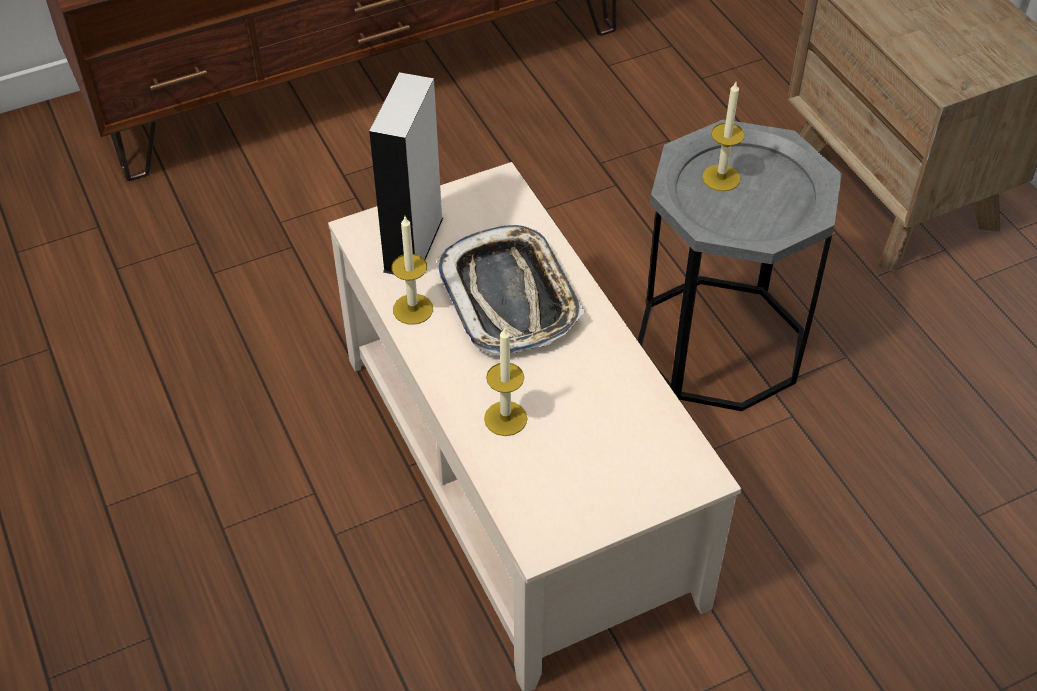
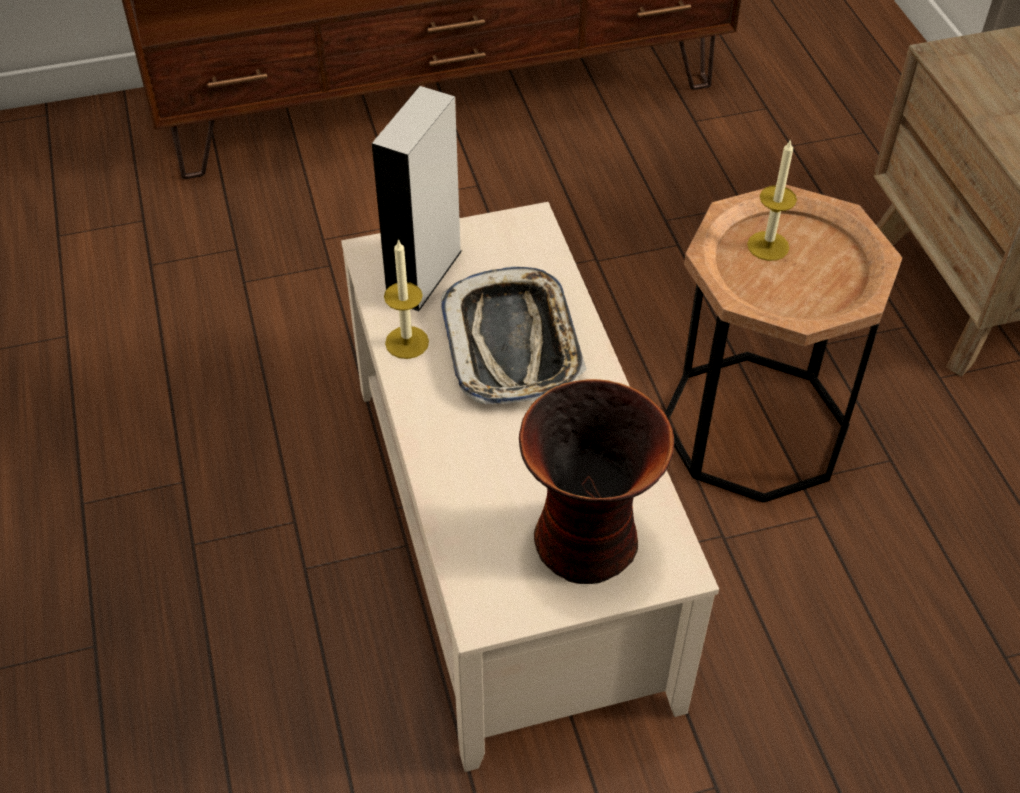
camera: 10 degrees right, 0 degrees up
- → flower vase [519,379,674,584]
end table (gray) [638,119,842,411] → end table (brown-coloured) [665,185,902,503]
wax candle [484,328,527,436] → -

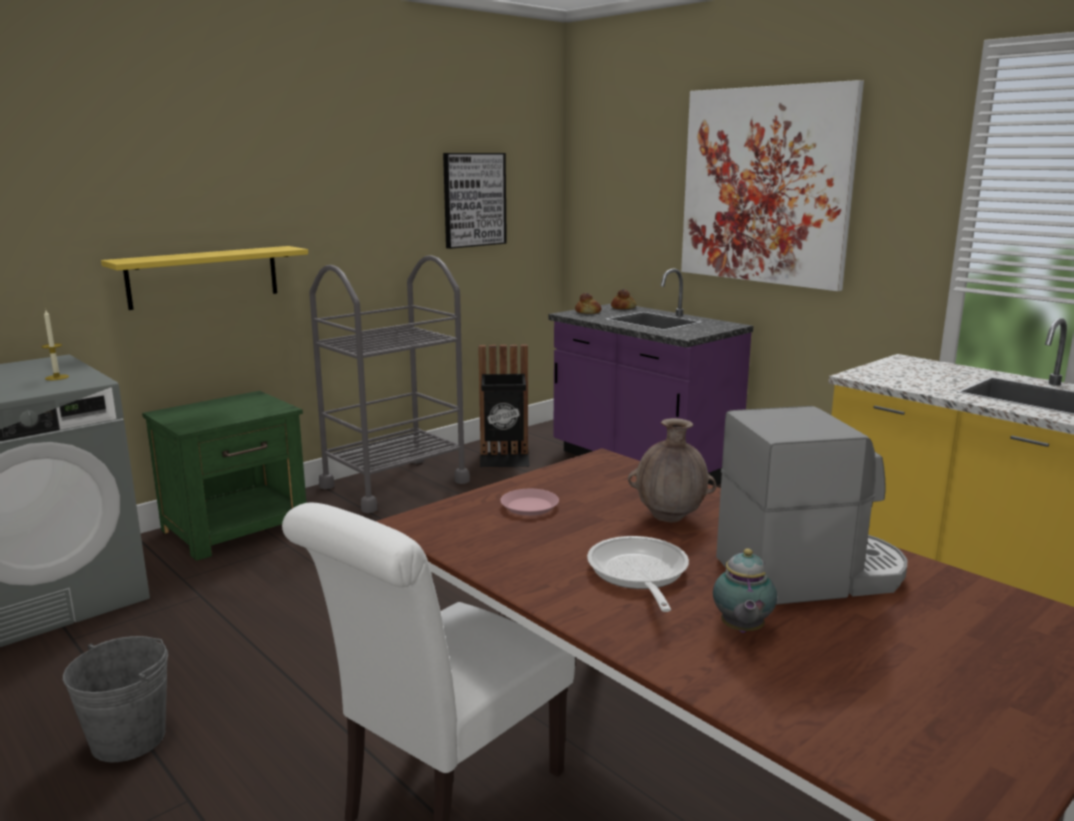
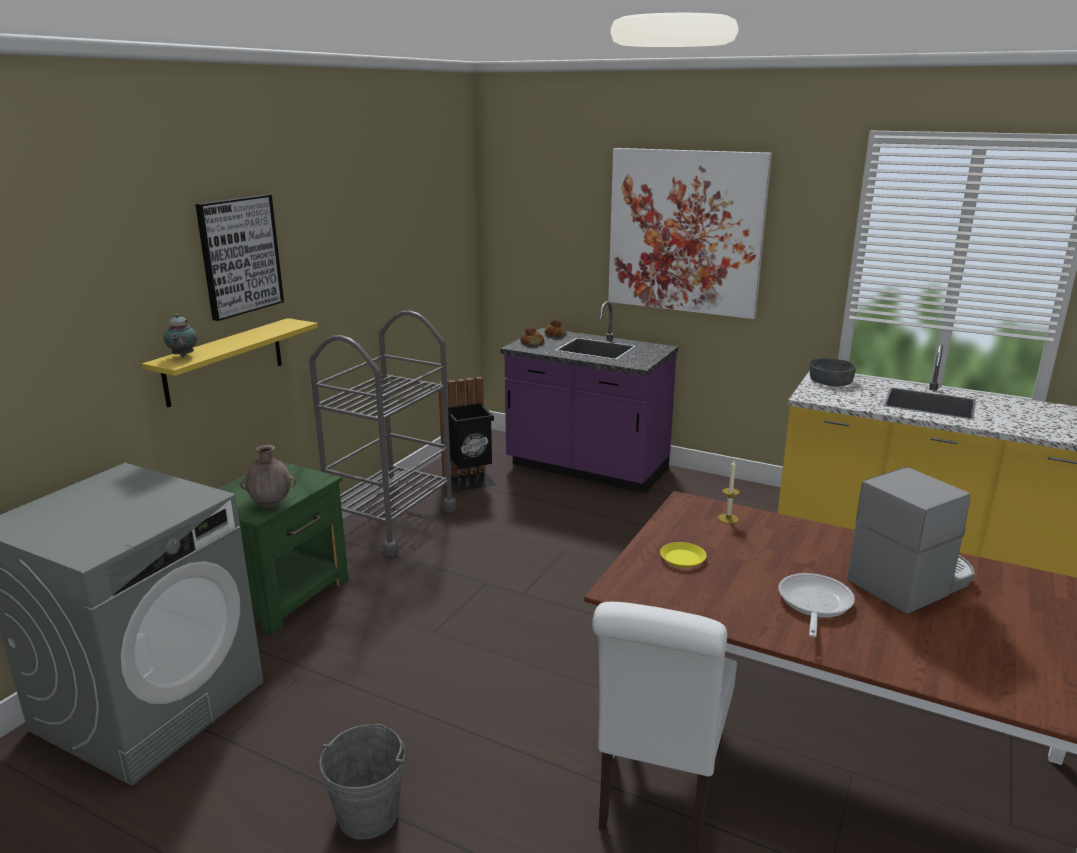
camera: 20 degrees left, 5 degrees up
tea pot [713,548,777,633] → tea pot [164,314,197,357], shifted
wall picture [443,153,507,249] → wall picture [195,194,284,321], shifted
flower vase (brown-coloured) [628,418,717,522] → flower vase (brown-coloured) [240,445,296,508], shifted
dinner plate (pinkish) [500,489,559,516] → dinner plate (yellow) [660,542,707,568]
wax candle [41,310,69,380] → wax candle [718,460,740,524], shifted
pan [587,536,689,612] → pan [779,573,855,637], 45 degrees clockwise
- → bowl (gray) [809,358,856,386]

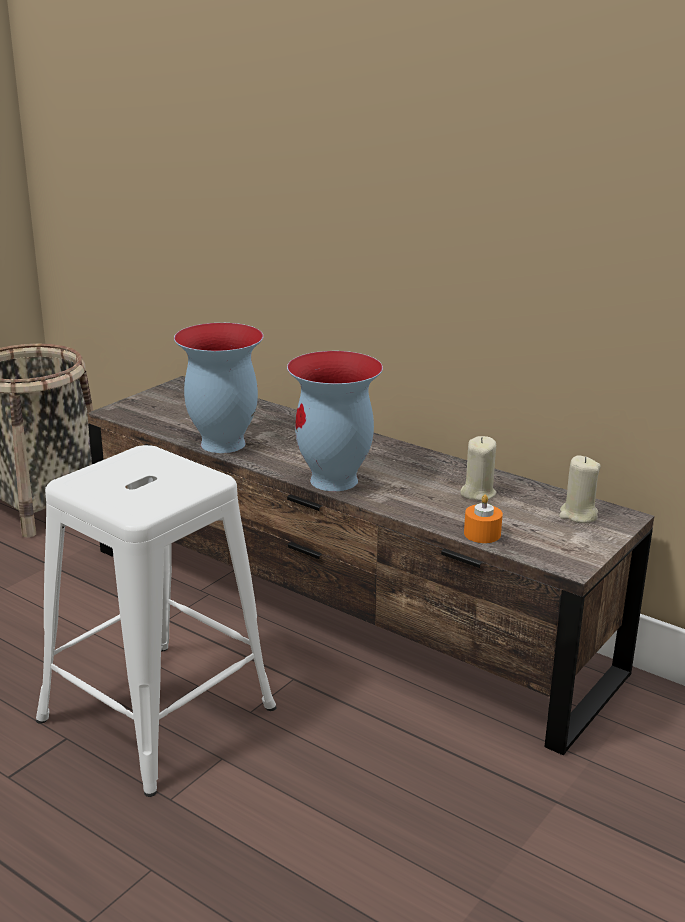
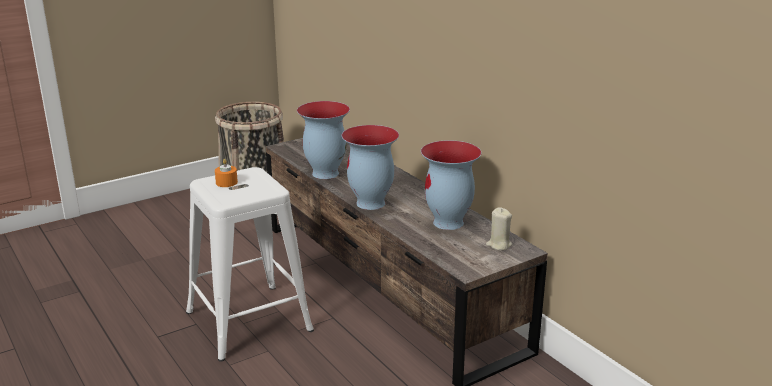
camera: 20 degrees right, 0 degrees up
wax candle (orangey) [464,494,503,543] → wax candle (orangey) [215,159,238,187], shifted
wax candle (beige) [460,436,496,501] → flower vase [421,140,481,230]

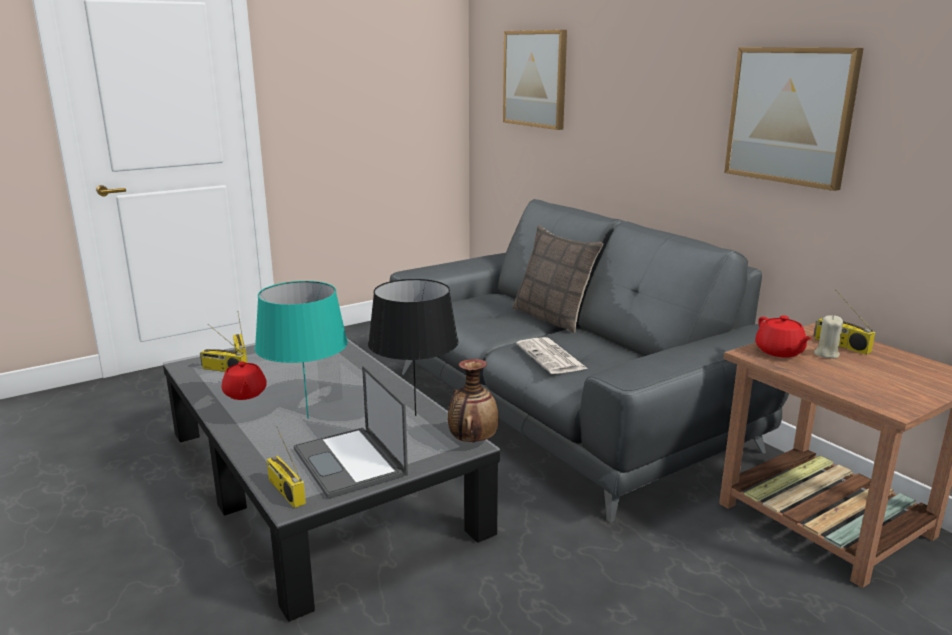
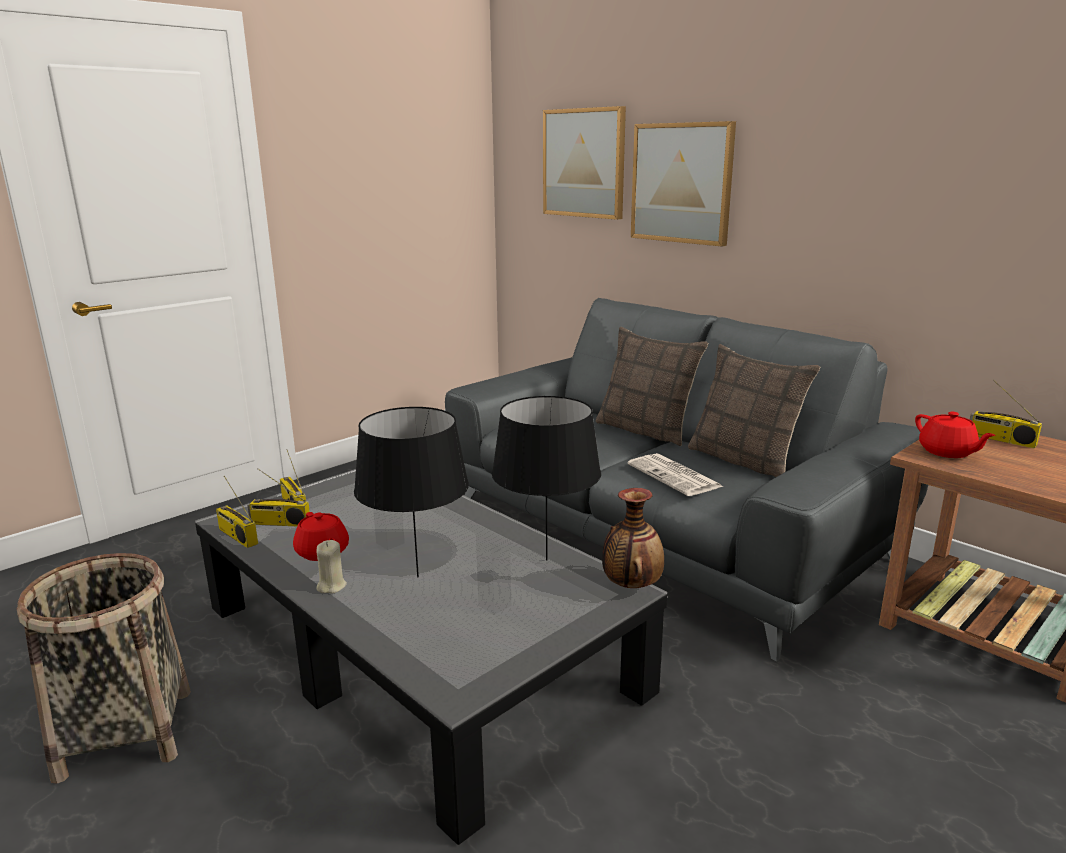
camera: 10 degrees left, 0 degrees up
- → household basket [17,553,191,783]
radio set [267,426,306,508] → radio set [216,476,258,548], shifted
wax candle (beige) [814,315,843,359] → wax candle (beige) [316,540,347,593], shifted
lamp for a table (blue-green) [255,281,348,419] → lamp for a table (black-coloured) [354,407,469,577]
wall picture [724,47,864,191] → wall picture [631,121,736,247], shifted
- → cushion [688,344,820,477]
laptop [294,365,408,499] → -

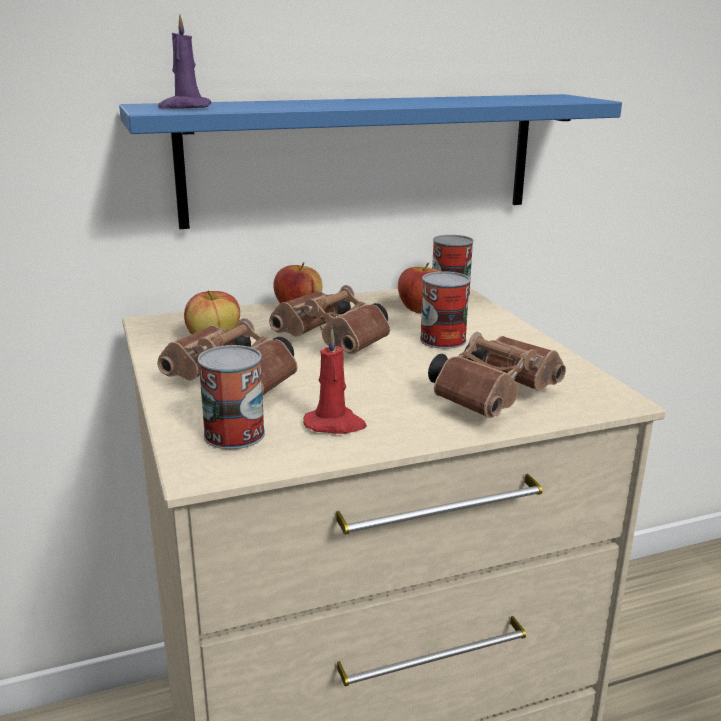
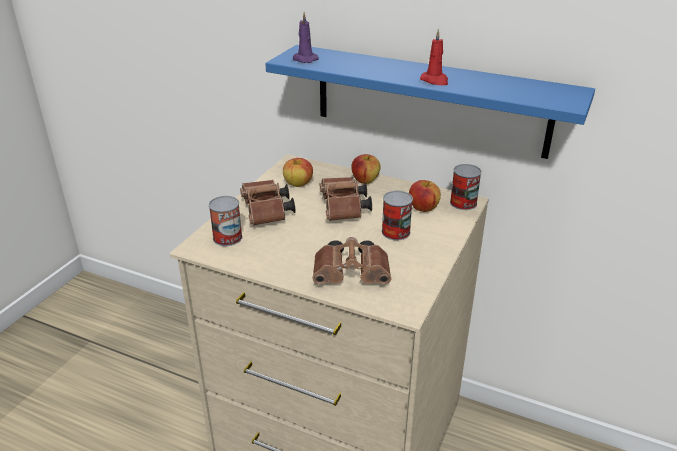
camera: 45 degrees right, 10 degrees up
wax candle (red-coloured) [303,329,367,434] → wax candle (red-coloured) [420,29,448,86], shifted

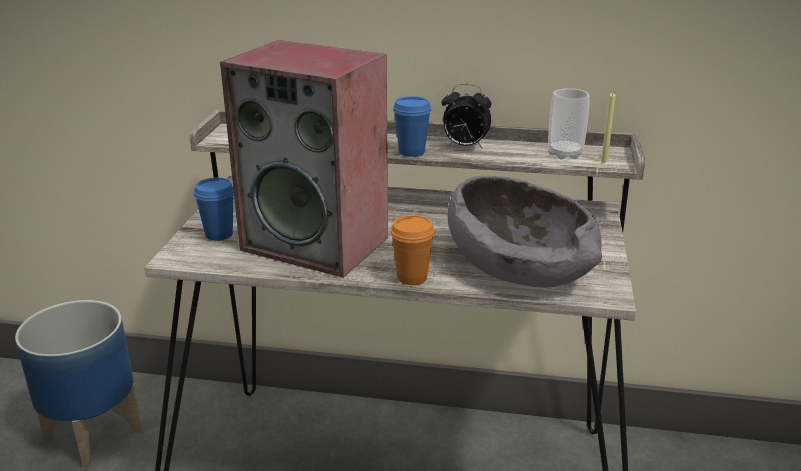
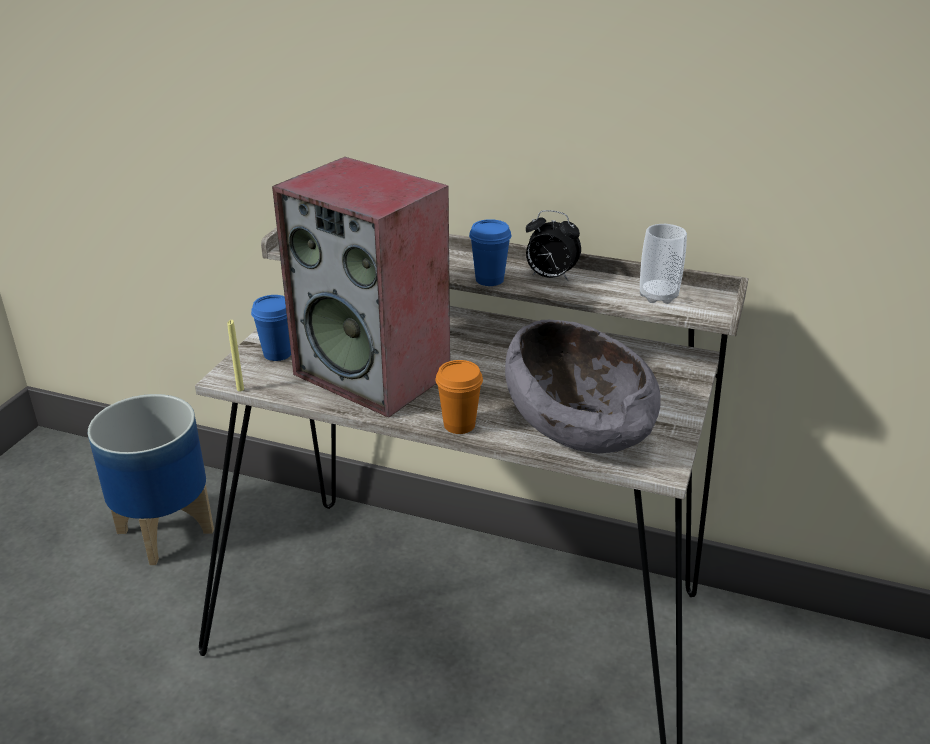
camera: 10 degrees right, 5 degrees up
wax candle (yellow) [601,93,616,162] → wax candle (yellow) [227,320,244,391], shifted

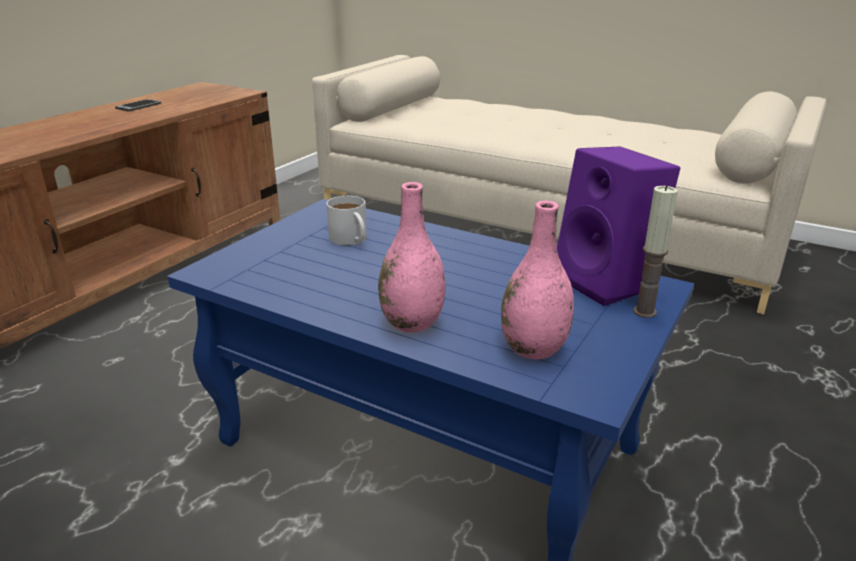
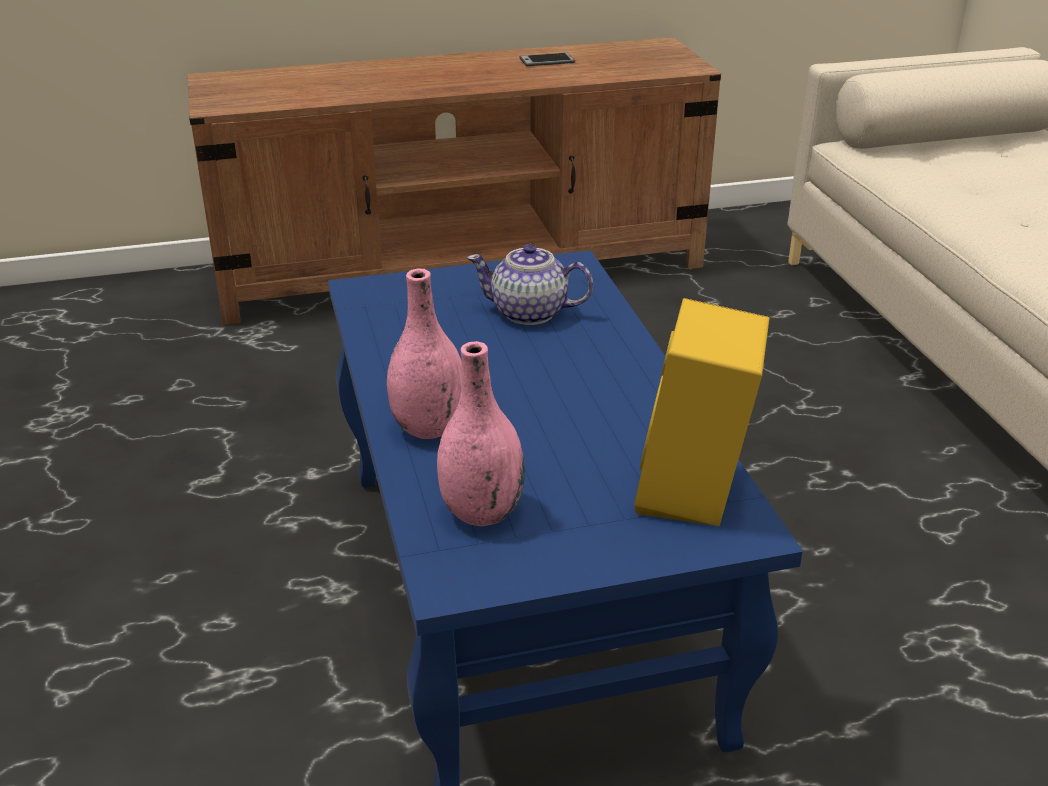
camera: 45 degrees right, 5 degrees up
tea mug (white) [326,196,367,245] → tea pot [467,244,593,325]
loudspeaker (purple-coloured) [557,147,680,306] → loudspeaker (yellow) [634,298,770,526]
wax candle [633,185,678,318] → -

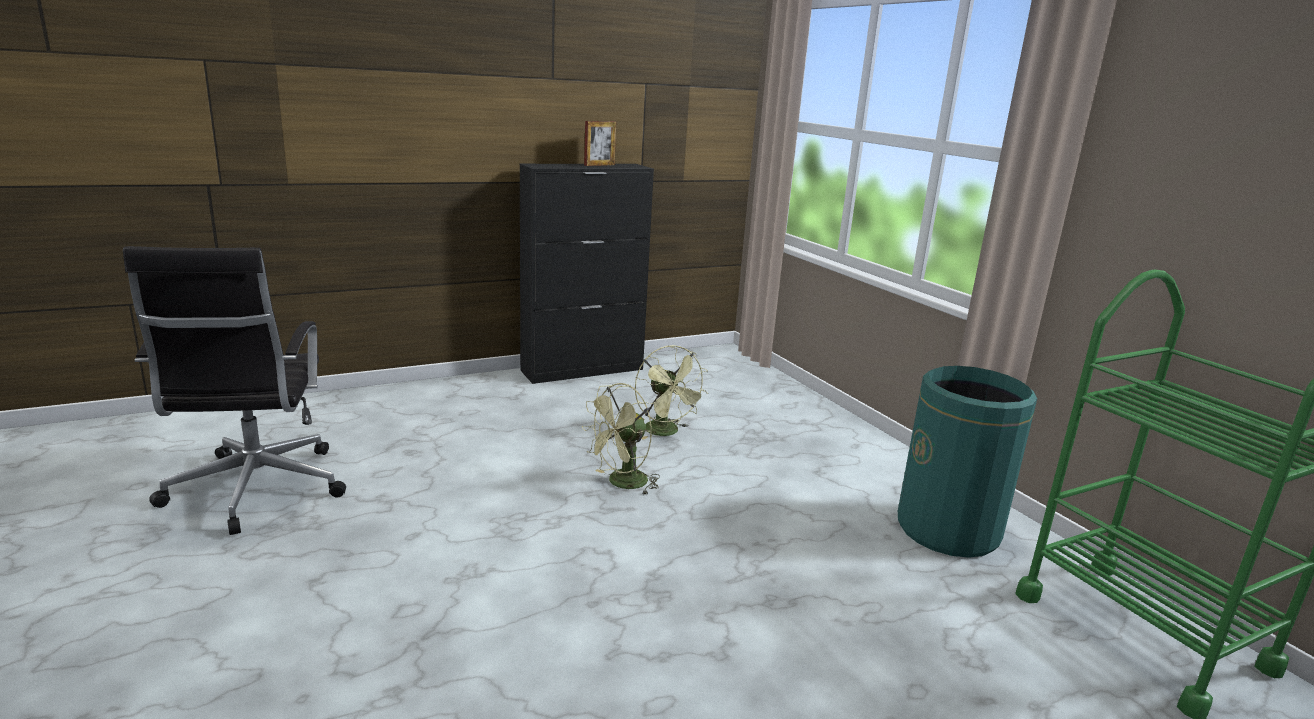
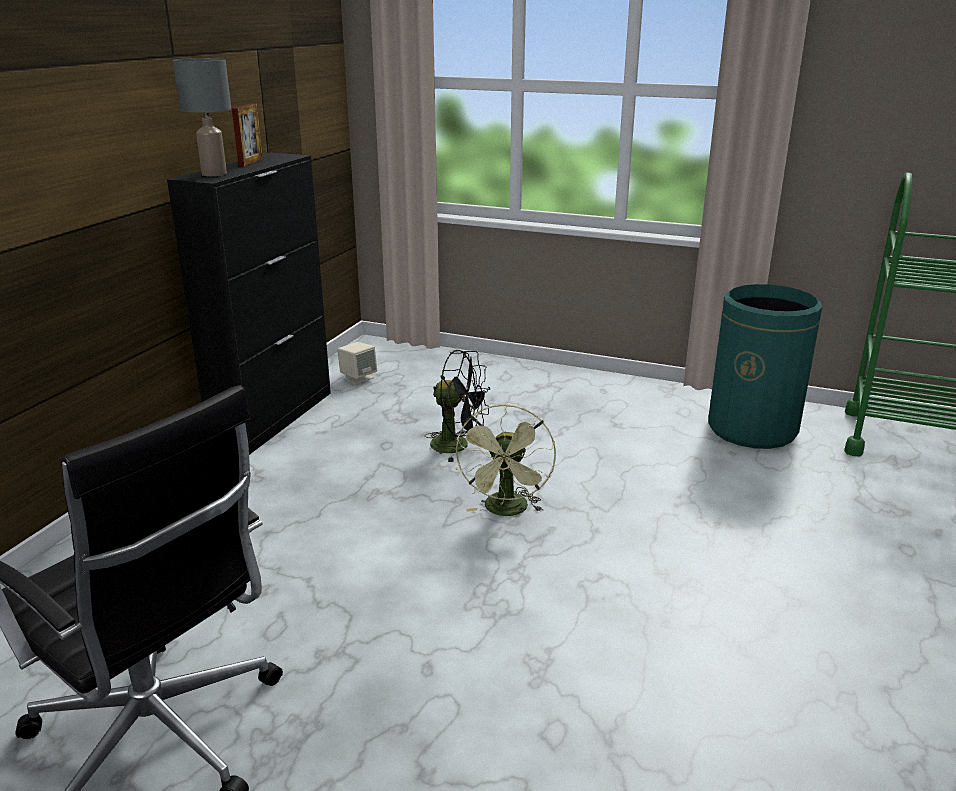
camera: 40 degrees left, 5 degrees up
- → lamp for a table (gray) [173,58,231,176]
- → loudspeaker (beige) [337,342,377,385]
cooling fan (greenish) [635,345,708,440] → cooling fan (black-coloured) [425,350,490,462]

